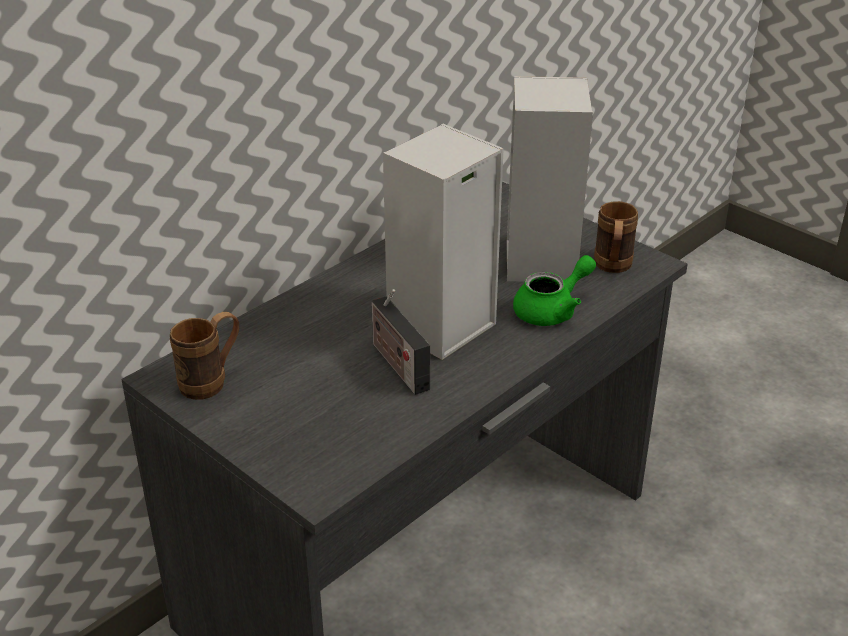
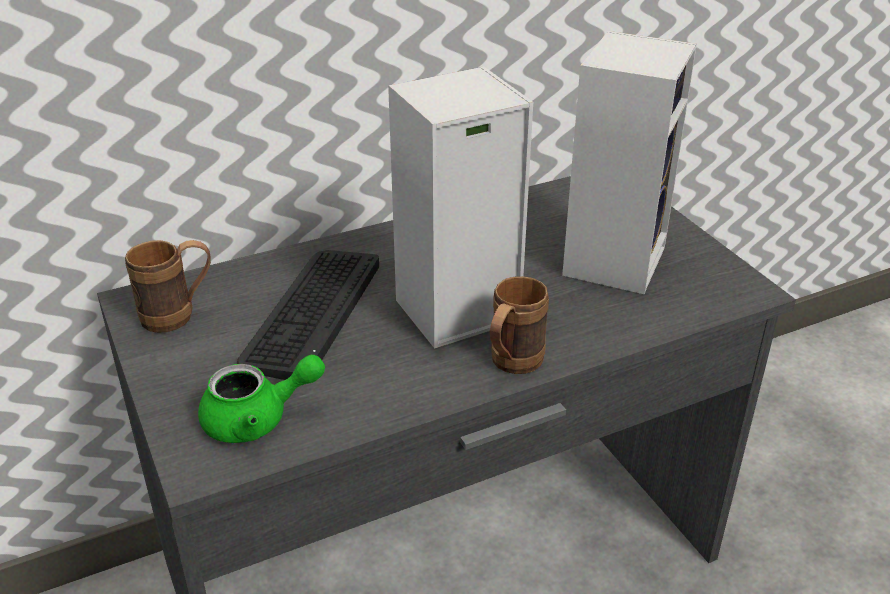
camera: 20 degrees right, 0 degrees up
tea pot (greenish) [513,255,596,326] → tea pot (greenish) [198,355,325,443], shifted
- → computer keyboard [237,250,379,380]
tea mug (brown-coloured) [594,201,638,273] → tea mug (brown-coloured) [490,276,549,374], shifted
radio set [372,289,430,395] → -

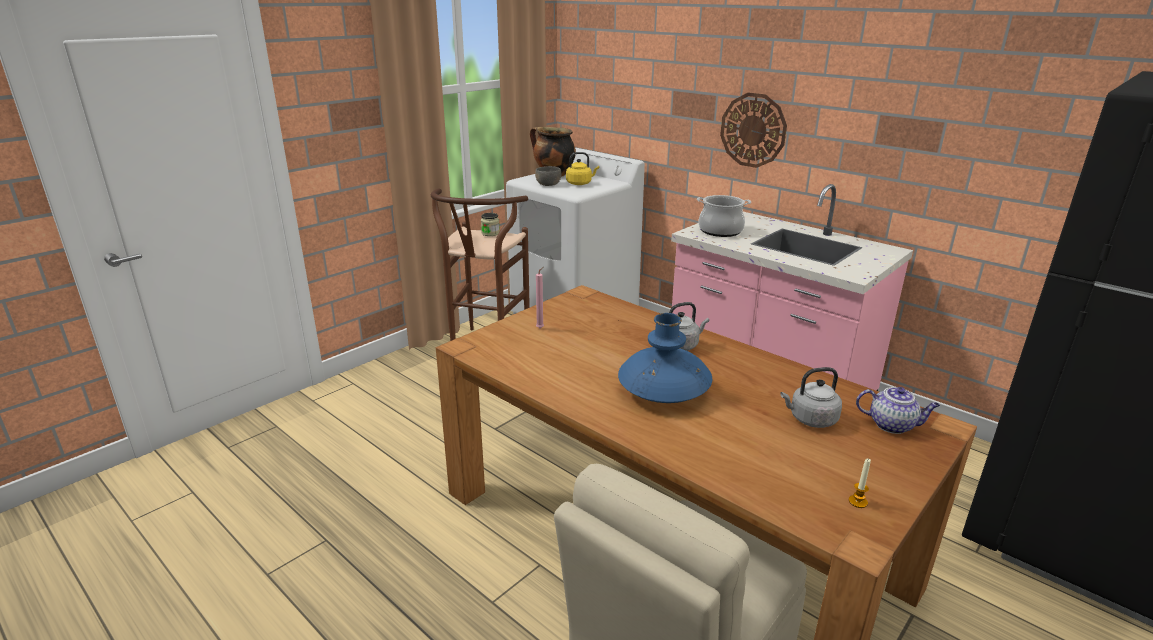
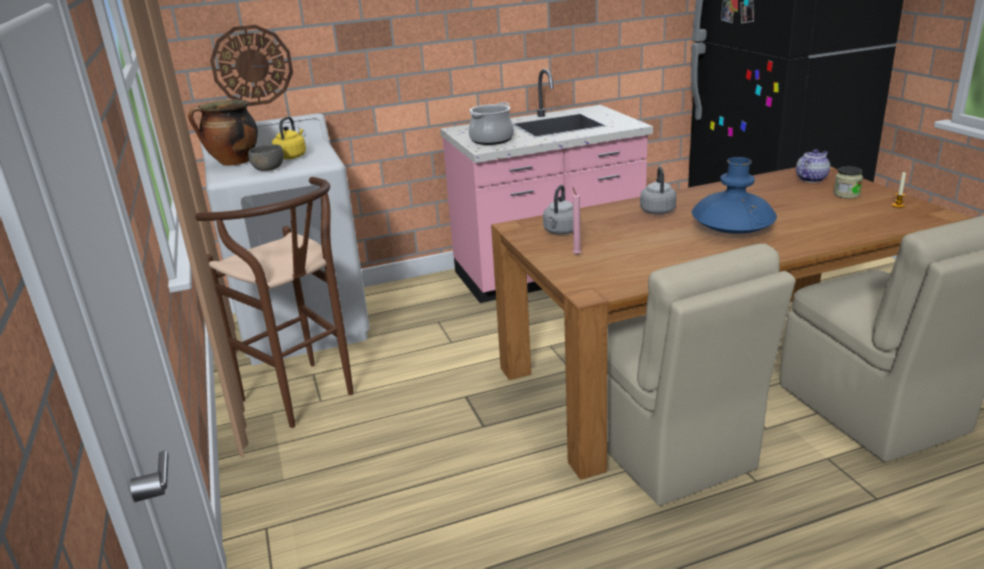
camera: 60 degrees left, 0 degrees up
wall clock [720,93,787,168] → wall clock [210,25,293,106], shifted
tea kettle (gray) [780,367,842,428] → tea kettle (gray) [543,185,581,234], shifted
- → upright chair (beige) [607,244,795,506]
storage jar [481,213,500,236] → storage jar [833,166,863,199], shifted

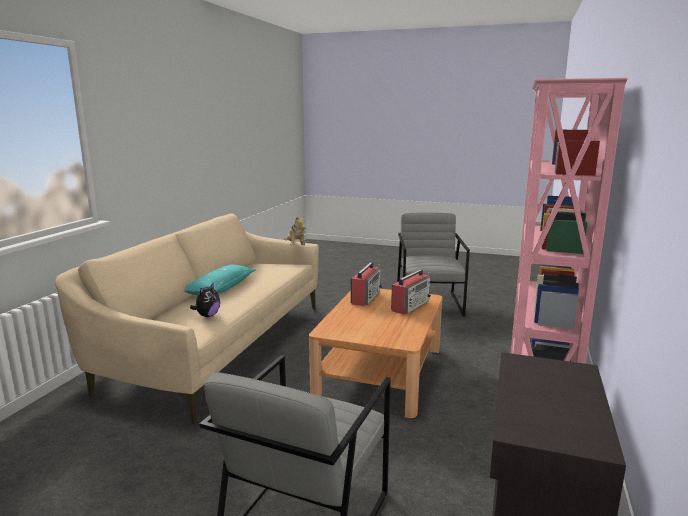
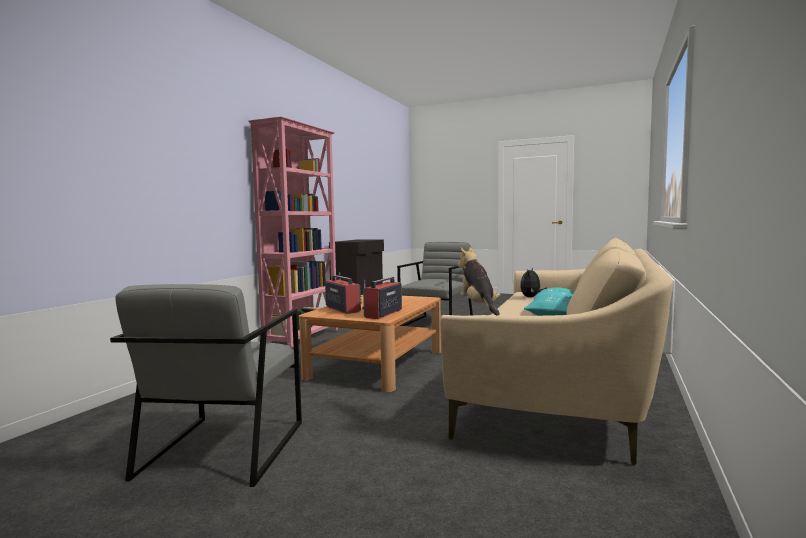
camera: 175 degrees left, 10 degrees down
radio set [391,269,431,314] → radio set [325,272,362,314], 105 degrees clockwise

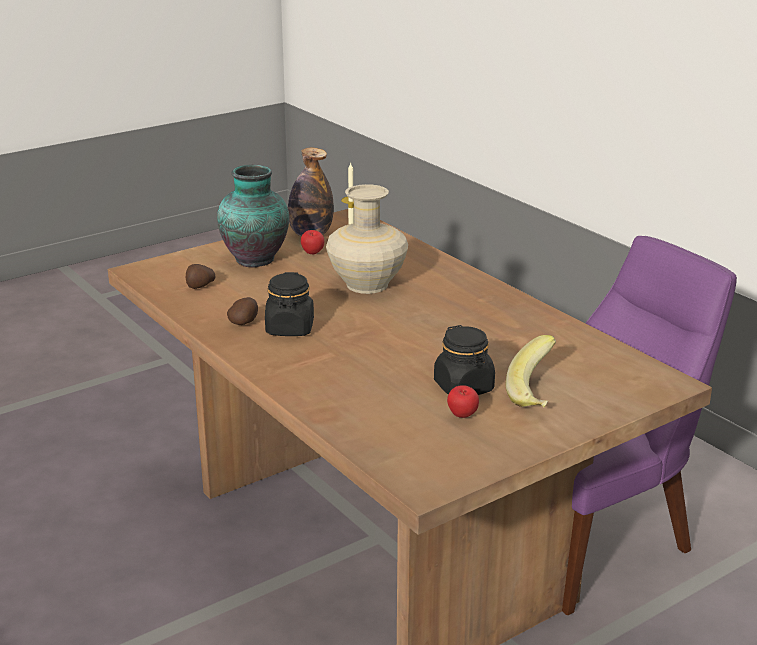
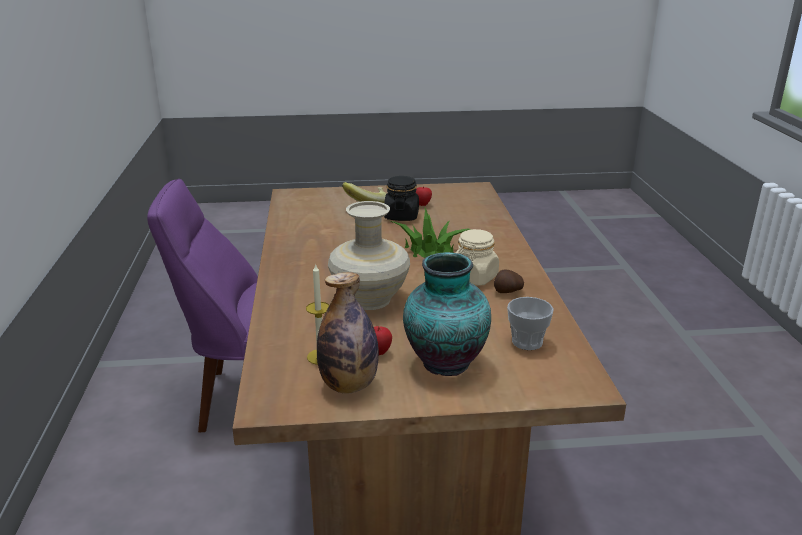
camera: 150 degrees left, 0 degrees up
- → plant in a pot [391,208,470,258]
storage jar (black-coloured) [265,272,314,336] → storage jar (beige) [456,229,499,286]
whole potato [186,264,216,289] → cup [507,297,554,350]

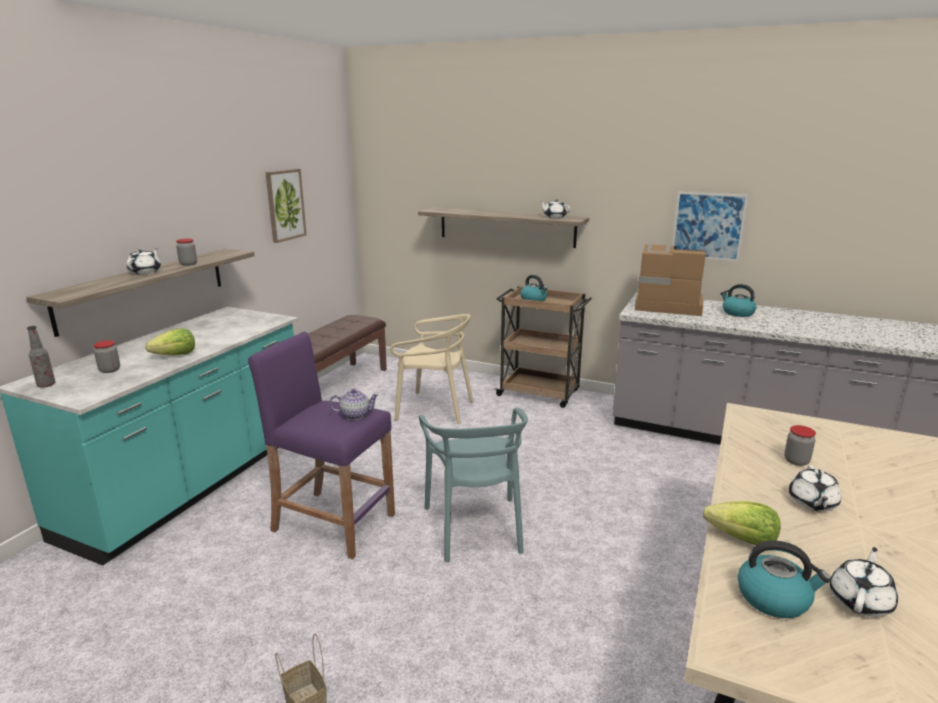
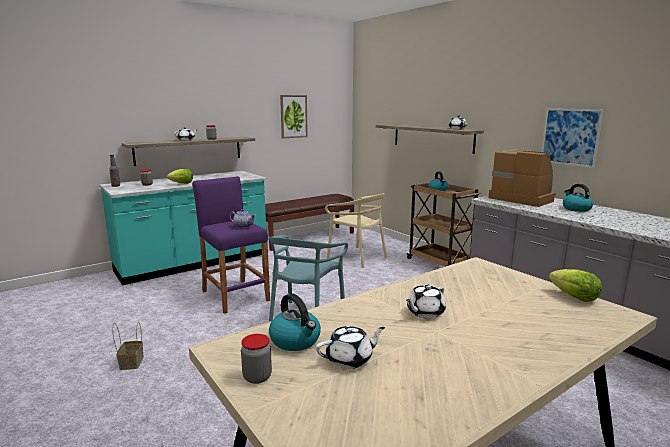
camera: 30 degrees right, 5 degrees down
storage jar [784,425,816,466] → storage jar [241,334,272,384], shifted
lettuce head [703,501,781,545] → lettuce head [549,269,602,302], shifted

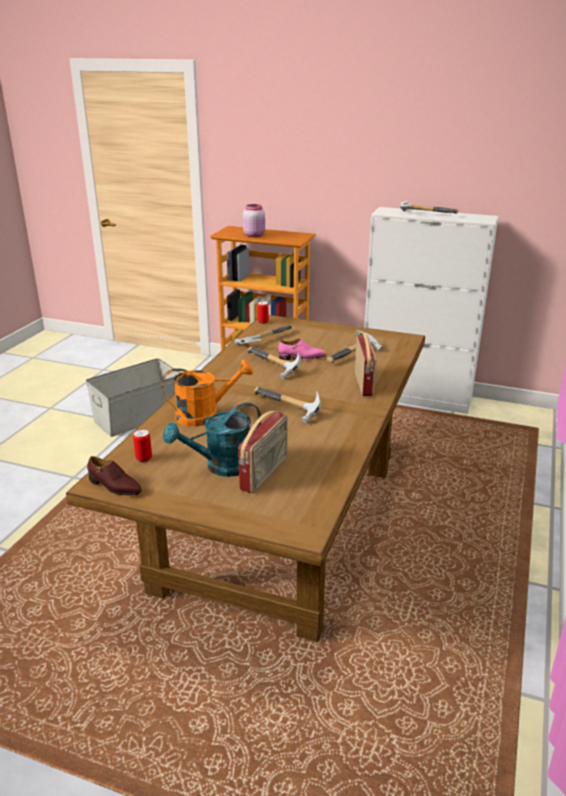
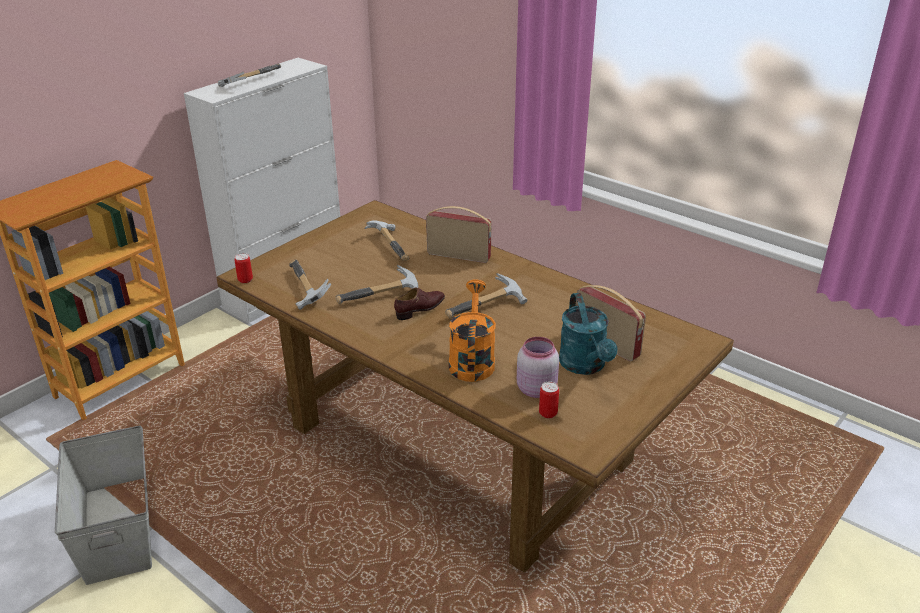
camera: 70 degrees left, 5 degrees up
low shoe (brown-coloured) [87,456,142,495] → low shoe (brown-coloured) [394,288,445,320], shifted
storage jar (pinkish) [243,204,265,237] → storage jar (pinkish) [517,337,559,398], shifted
low shoe (pinkish) [278,339,326,360] → -

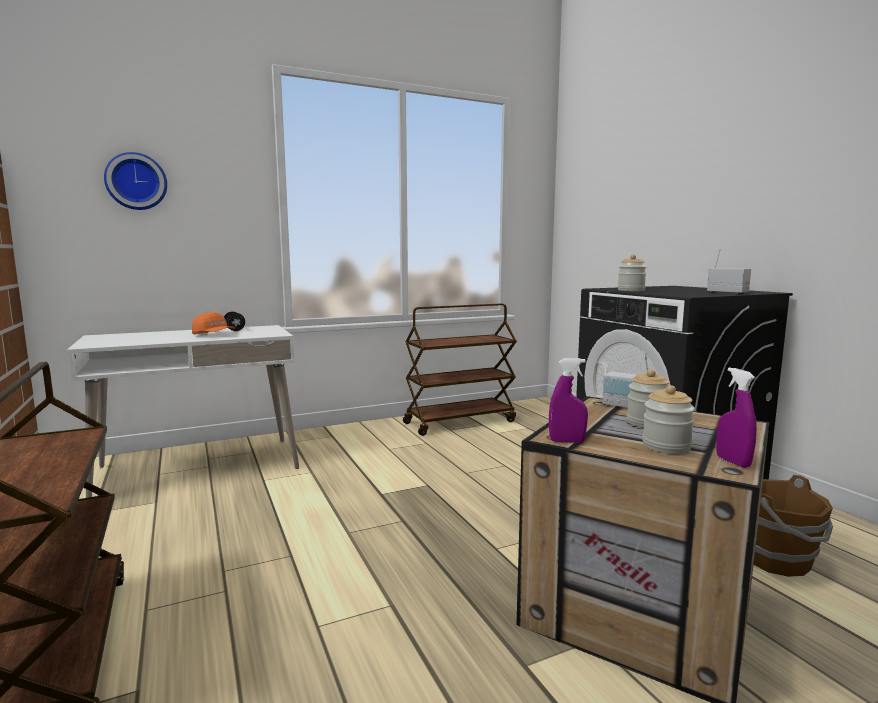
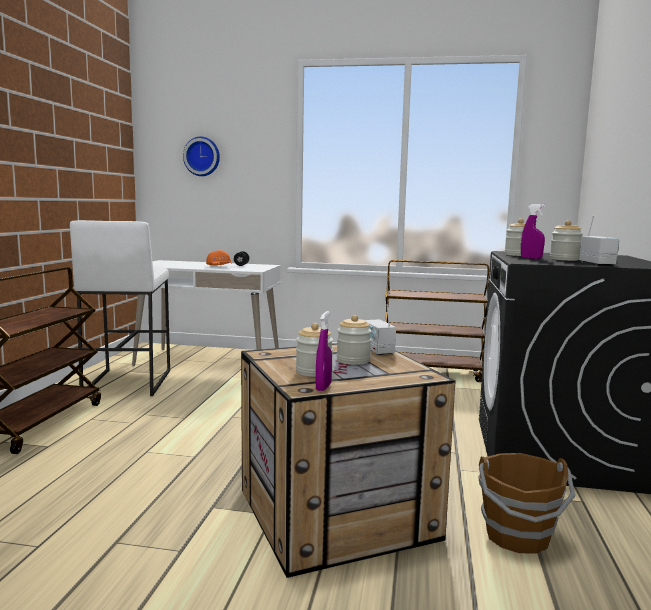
camera: 35 degrees right, 0 degrees up
- → stool seat (white) [70,220,170,396]
sprayer (purple-coloured) [549,358,588,443] → sprayer (purple-coloured) [521,204,545,259], shifted
- → storage jar [550,220,583,261]

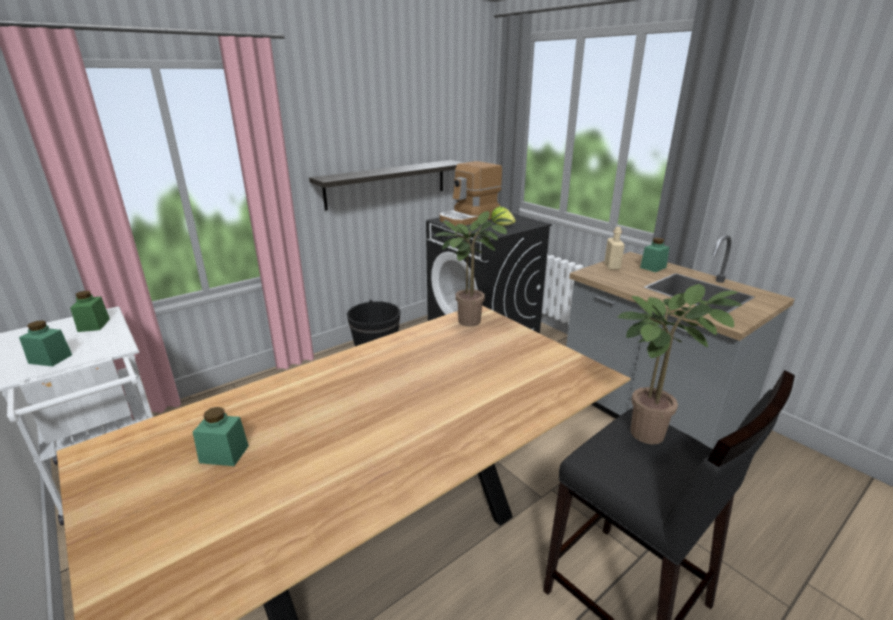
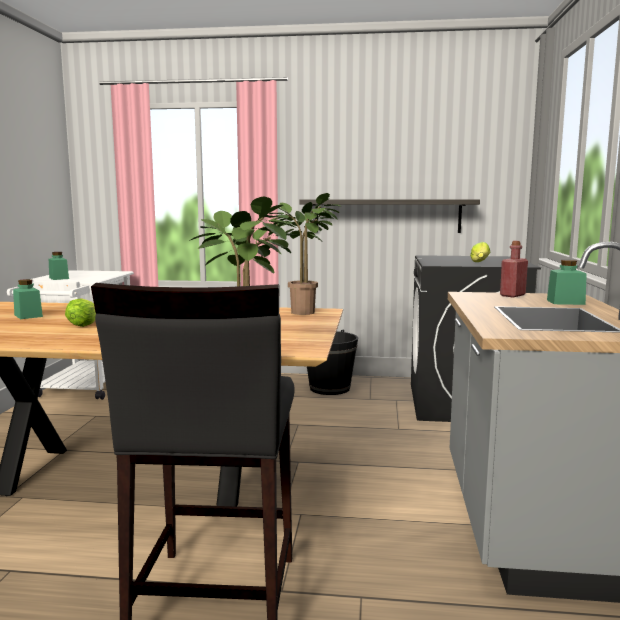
camera: 45 degrees right, 15 degrees down
- → lettuce head [65,298,96,327]
beverage bottle (beige) [604,227,625,270] → beverage bottle (red-coloured) [500,241,528,297]
storage jar (greenish) [70,291,110,332] → -
coffee brewer [440,161,502,226] → -

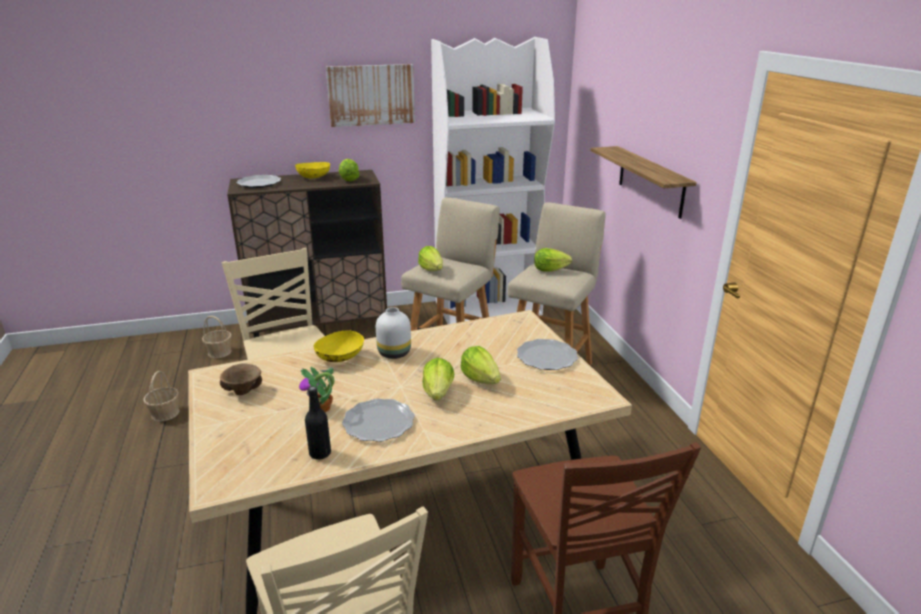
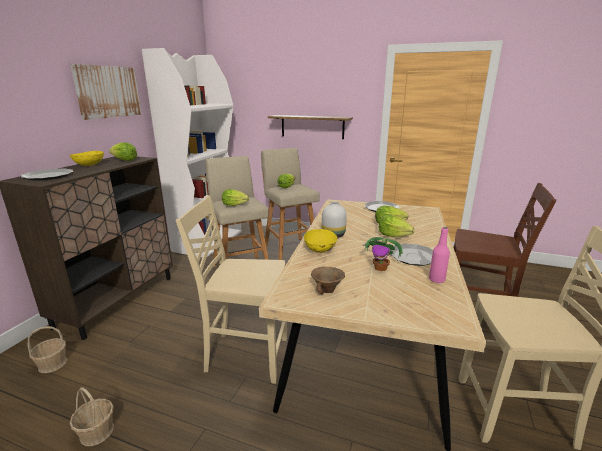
camera: 55 degrees left, 5 degrees down
beverage bottle (black-coloured) [305,386,331,460] → beverage bottle (pinkish) [429,227,450,283]

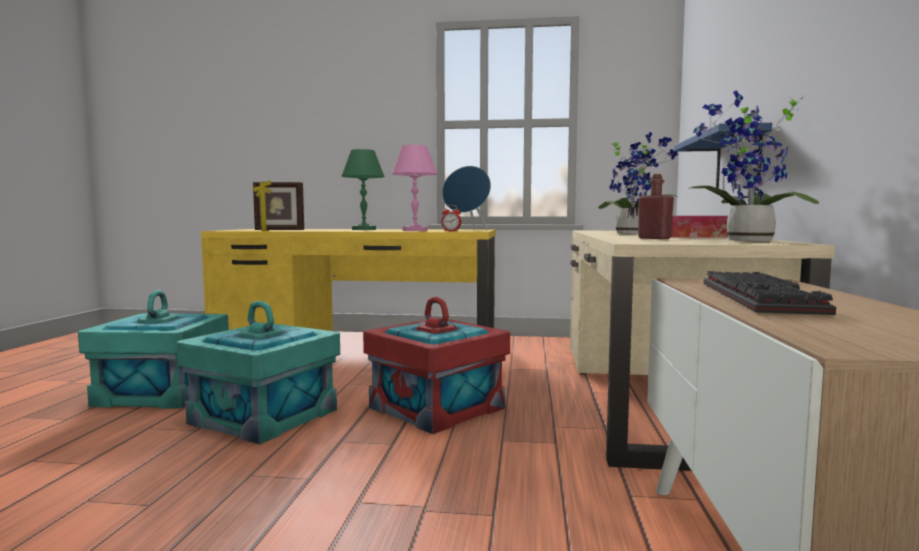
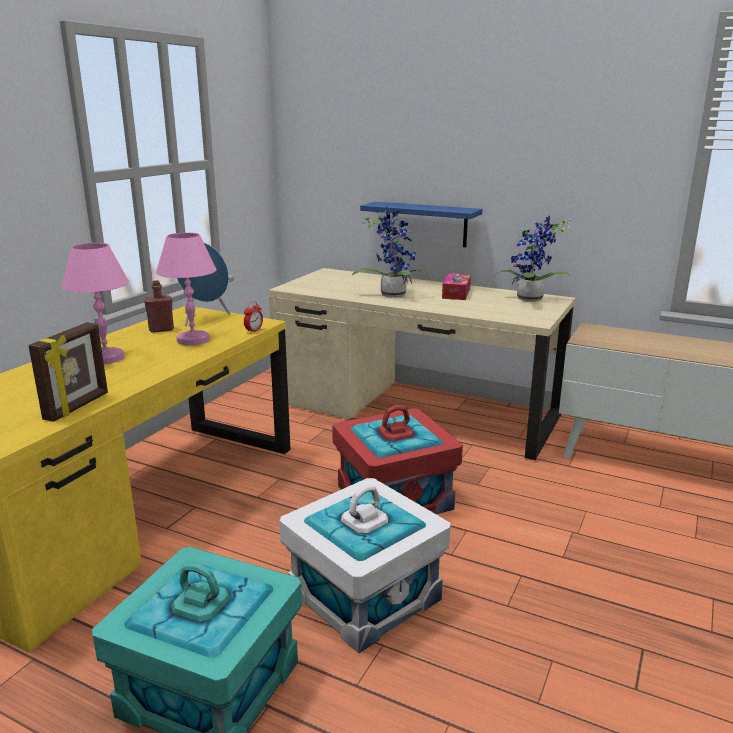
camera: 70 degrees left, 15 degrees up
lamp for a table (greenish) [342,149,385,230] → lamp for a table (pinkish) [61,243,129,364]
beverage bottle (red-coloured) [638,174,674,239] → beverage bottle (red-coloured) [144,280,174,333], shifted
storage bin (blue-green) [177,301,340,444] → storage bin (white) [279,478,450,653]
computer keyboard [704,271,836,315] → -

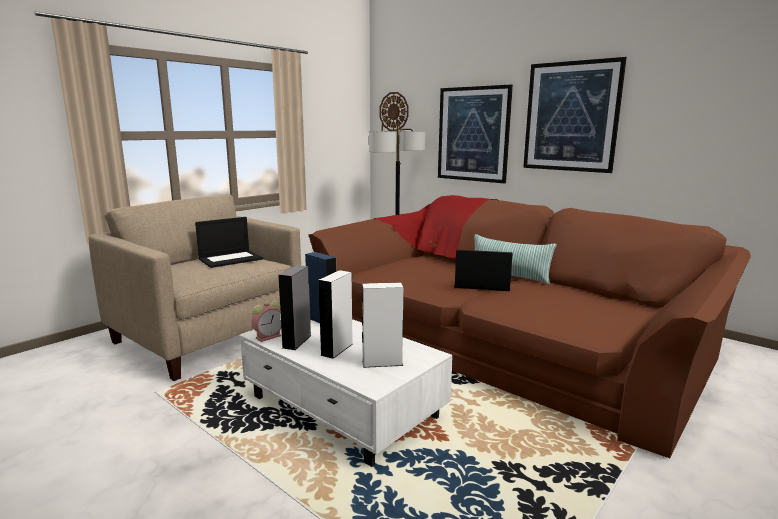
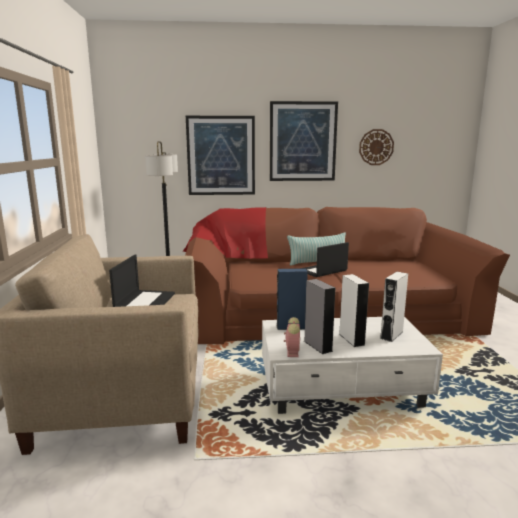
camera: 45 degrees left, 0 degrees up
wall clock [380,92,409,131] → wall clock [359,129,394,165], shifted

